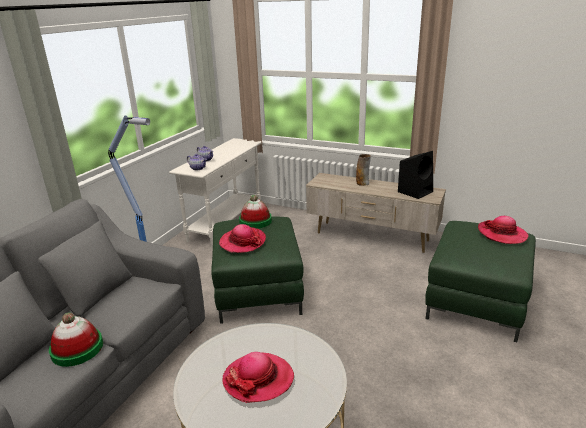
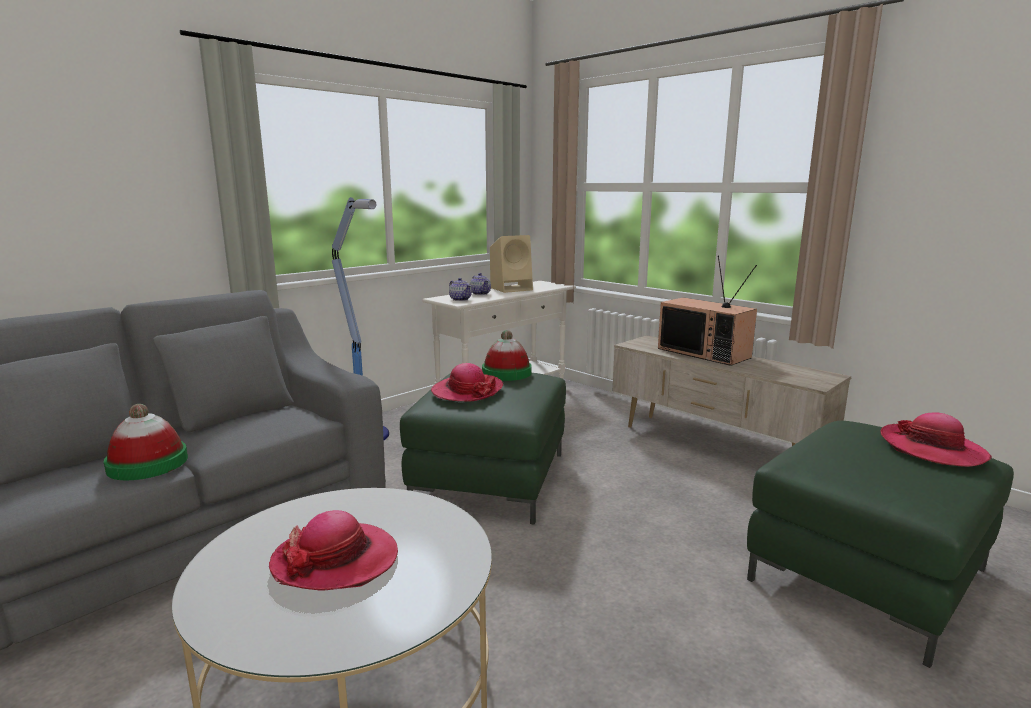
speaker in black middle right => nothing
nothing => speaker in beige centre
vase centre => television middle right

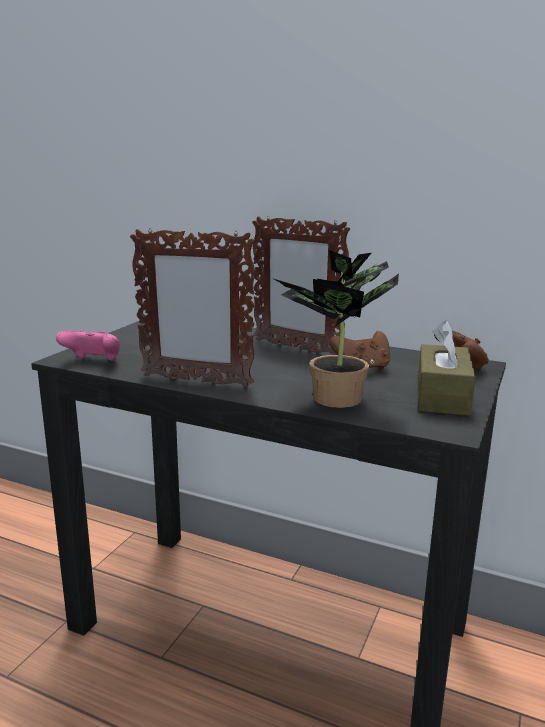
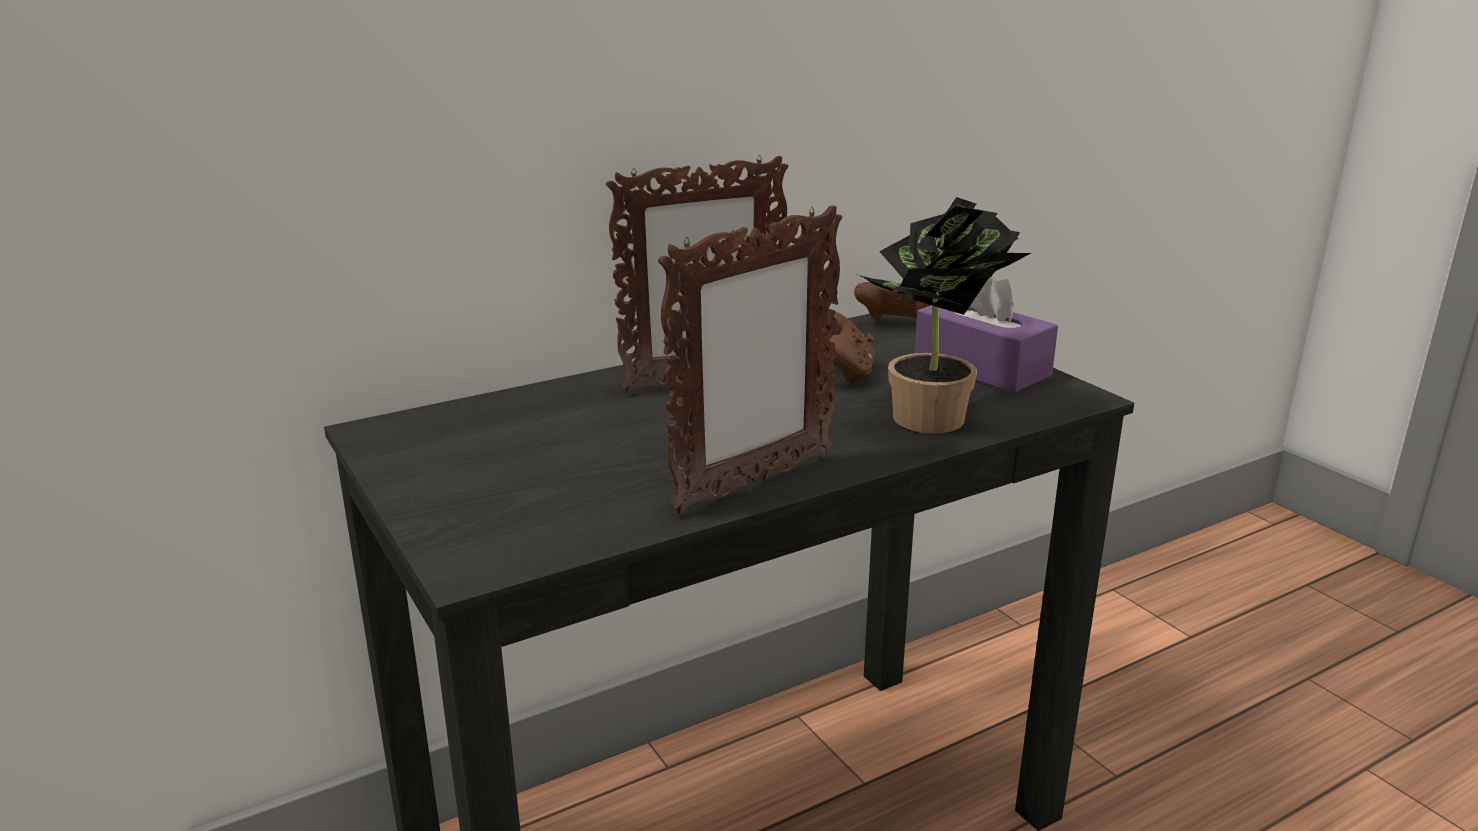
game controller in pink middle left => nothing
tissue box in brown middle right => tissue box in purple middle right

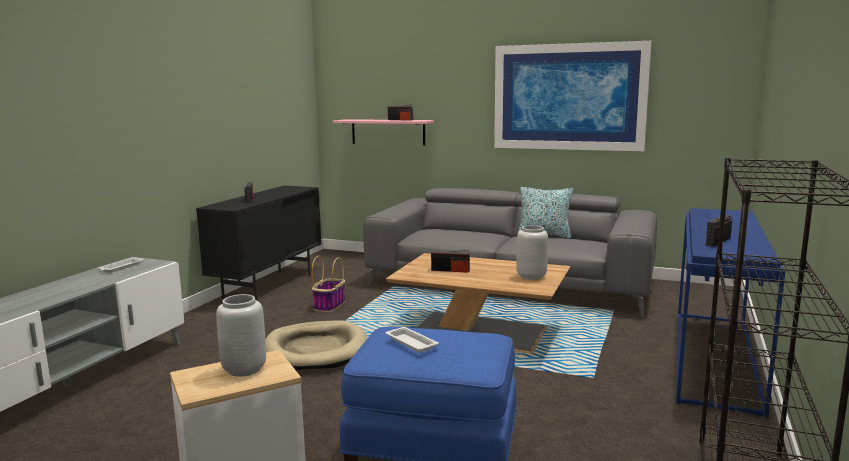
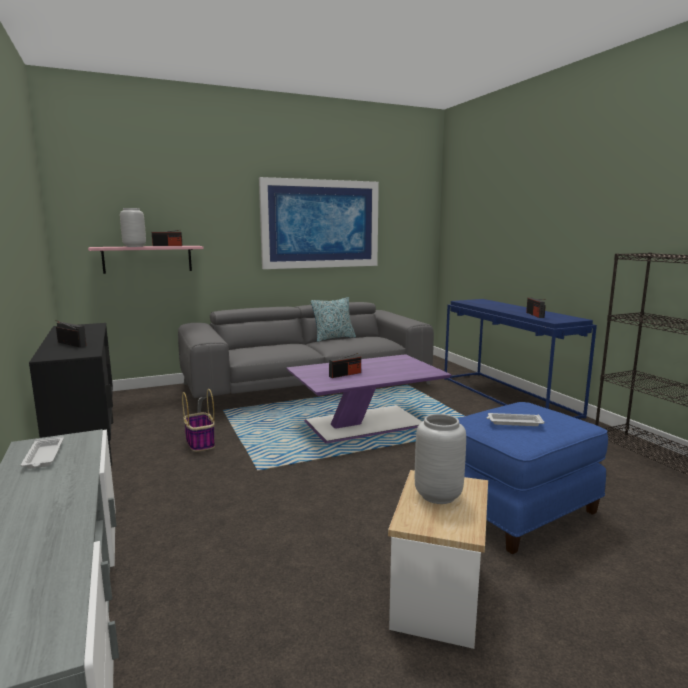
dog bed in beige bottom centre => nothing
vase in grey (no. 2 from left in the first image) centre => vase in grey (no. 1 from left) top left, relocated
coffee table in brown centre => coffee table in purple centre

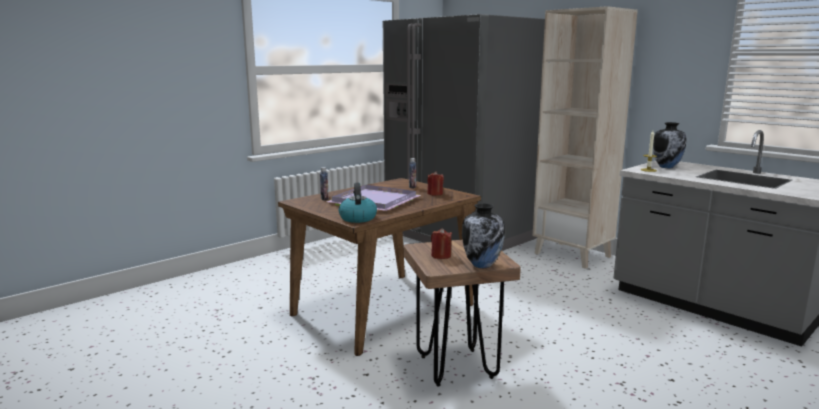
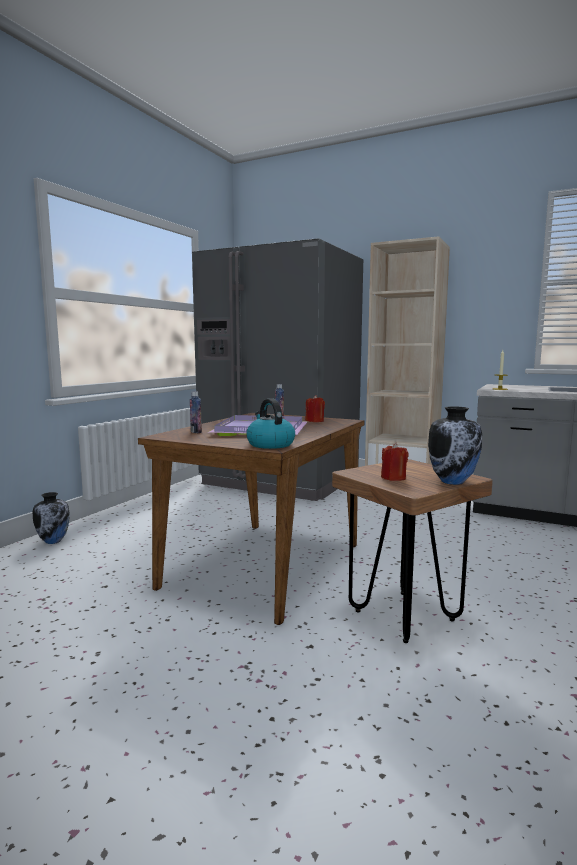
vase (no. 2 from left in the first image) middle right => vase (no. 1 from left) middle left, relocated

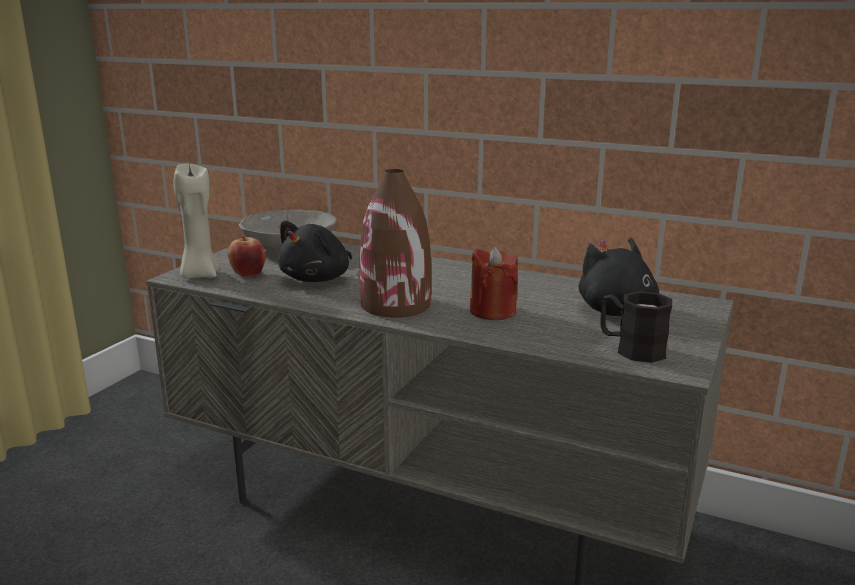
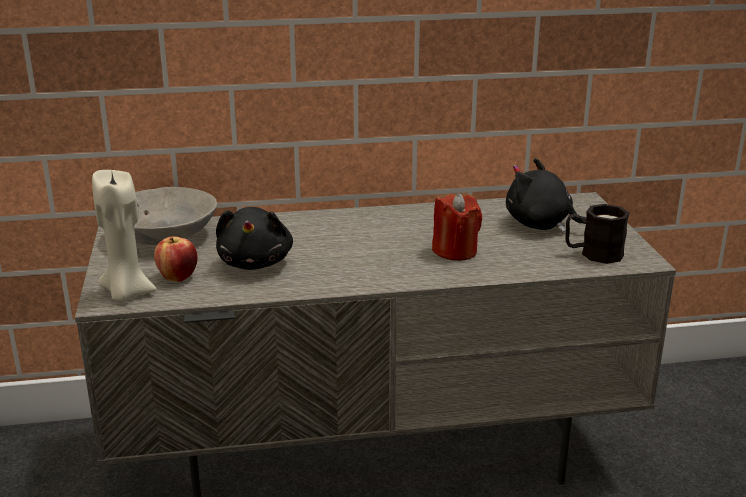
vase in brown centre => nothing

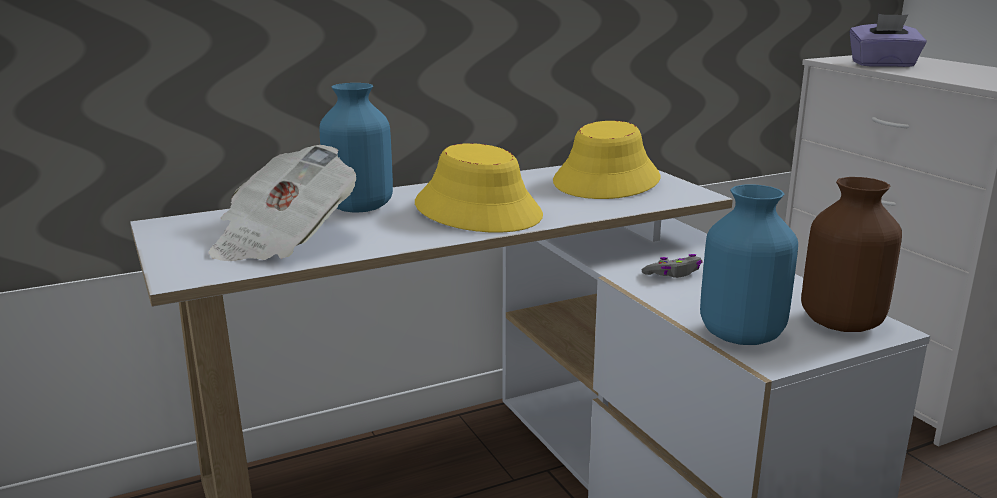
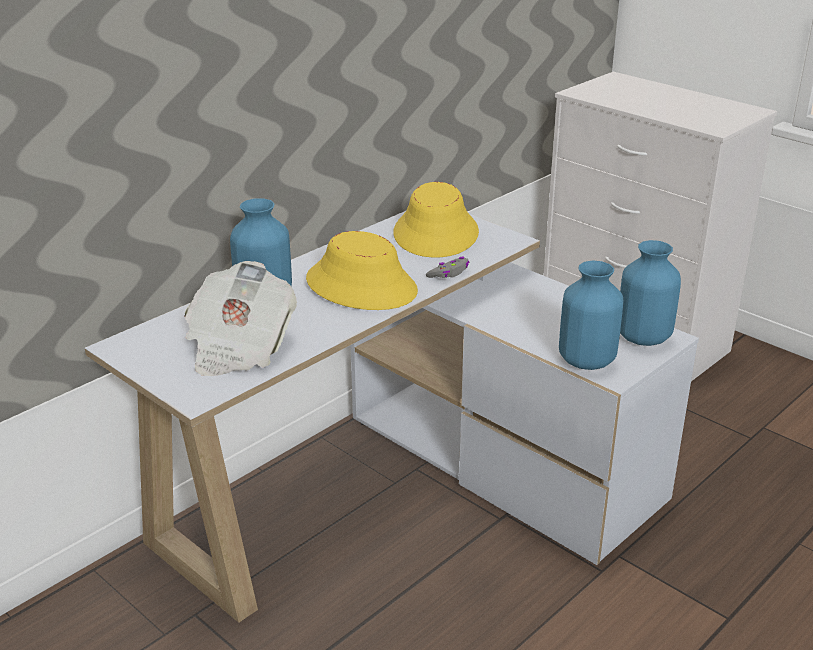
tissue box in purple top right => nothing
game controller in grey middle right => game controller in grey centre, relocated
vase in brown middle right => vase in blue (no. 3 from left) middle right

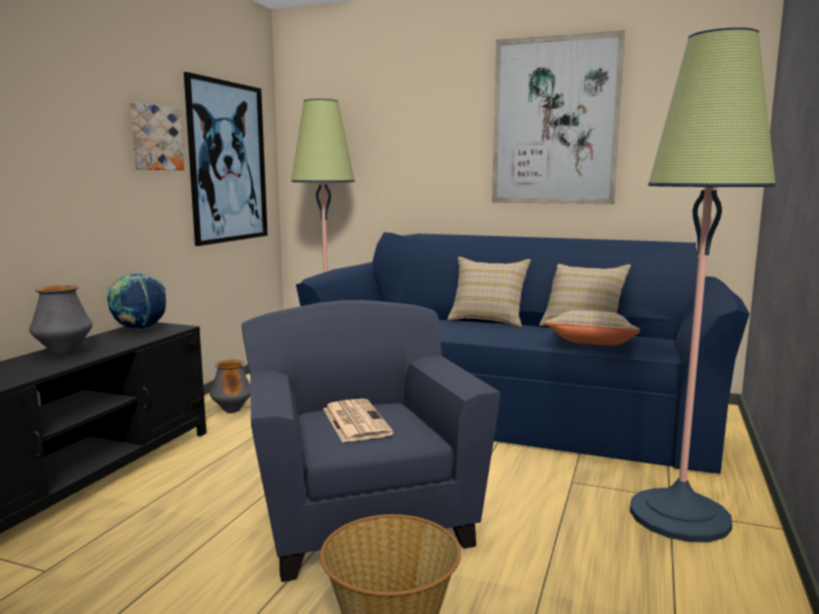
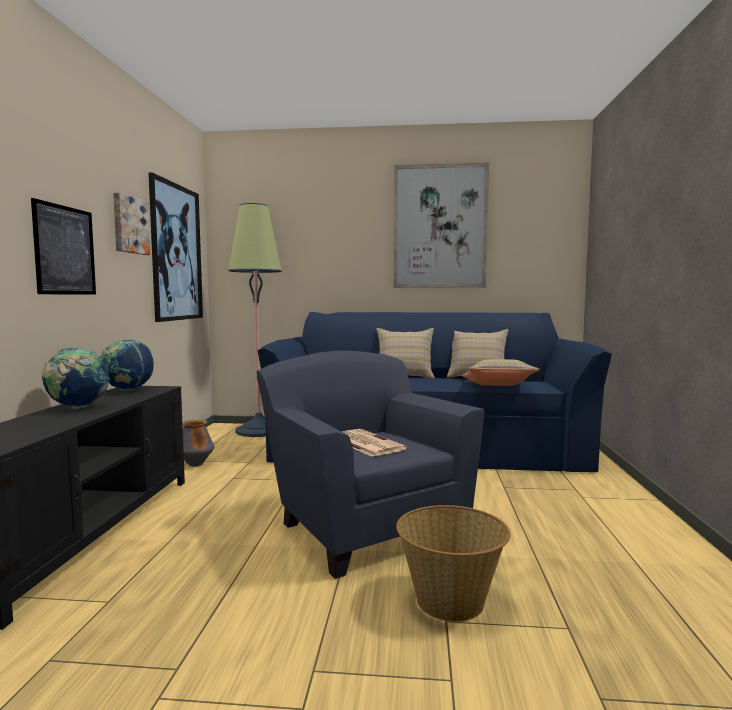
floor lamp (no. 2 from left) middle right => nothing
nothing => picture (no. 1 from left) middle left
vase (no. 1 from left) middle left => globe (no. 1 from left) middle left

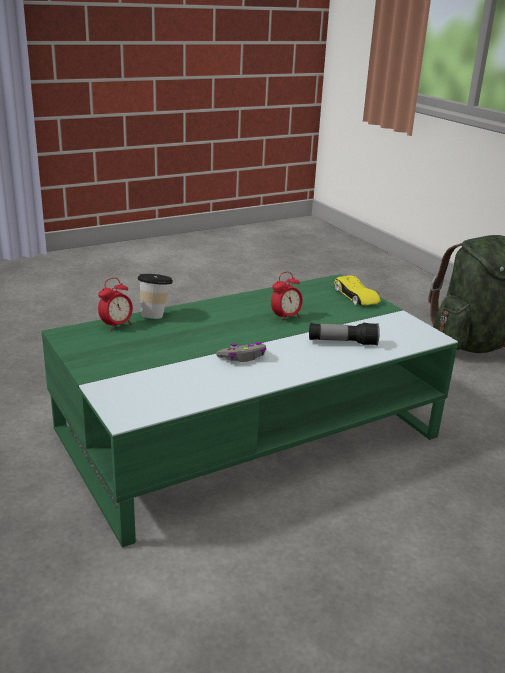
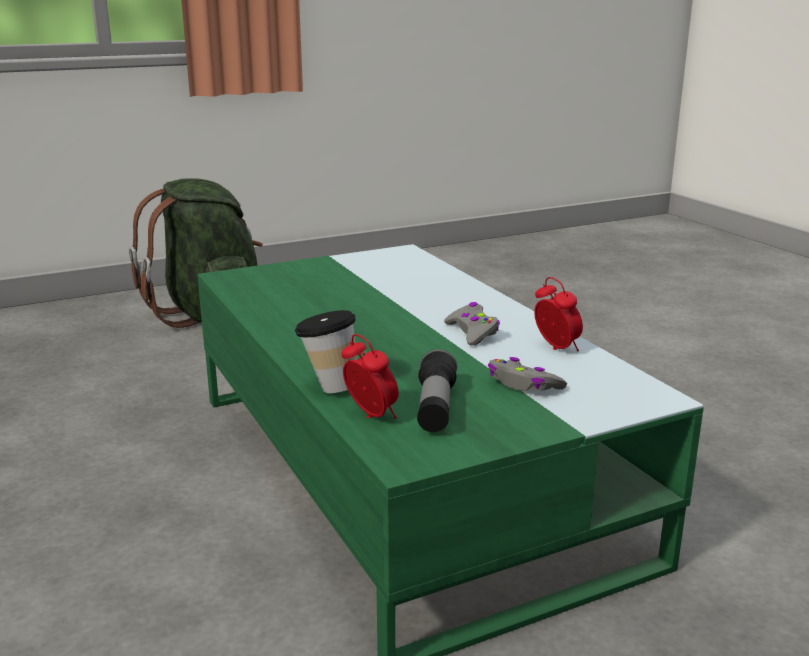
toy car in yellow middle right => nothing
nothing => game controller in grey (no. 2 from left) centre
alarm clock (no. 2 from left) centre => alarm clock (no. 2 from left) middle right, relocated
flashlight middle right => flashlight centre, relocated

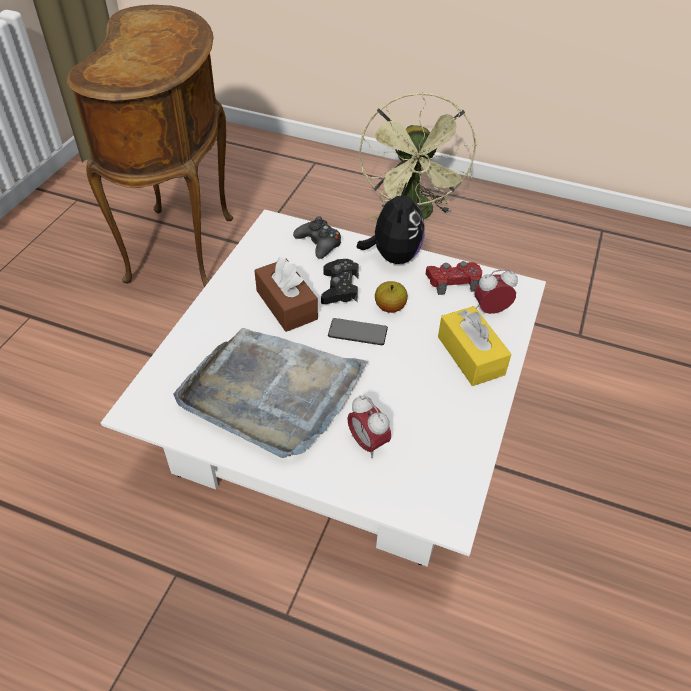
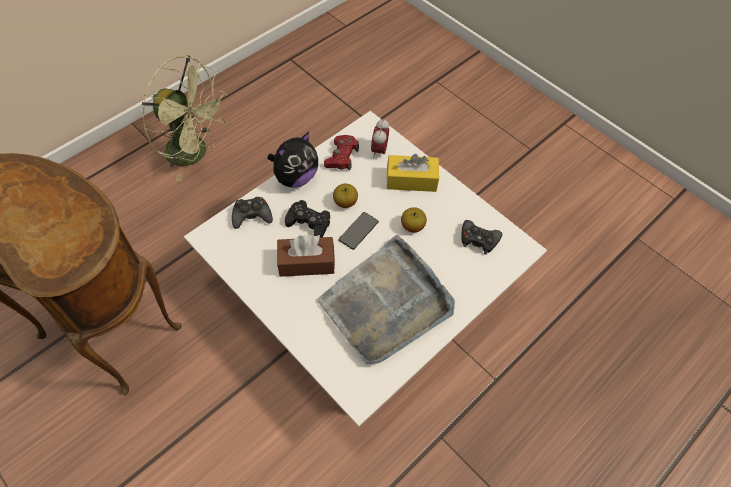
alarm clock (no. 1 from left) centre => nothing
nothing => apple (no. 2 from left) centre
nothing => game controller in black (no. 3 from left) centre
plush toy top centre, 105 degrees clockwise

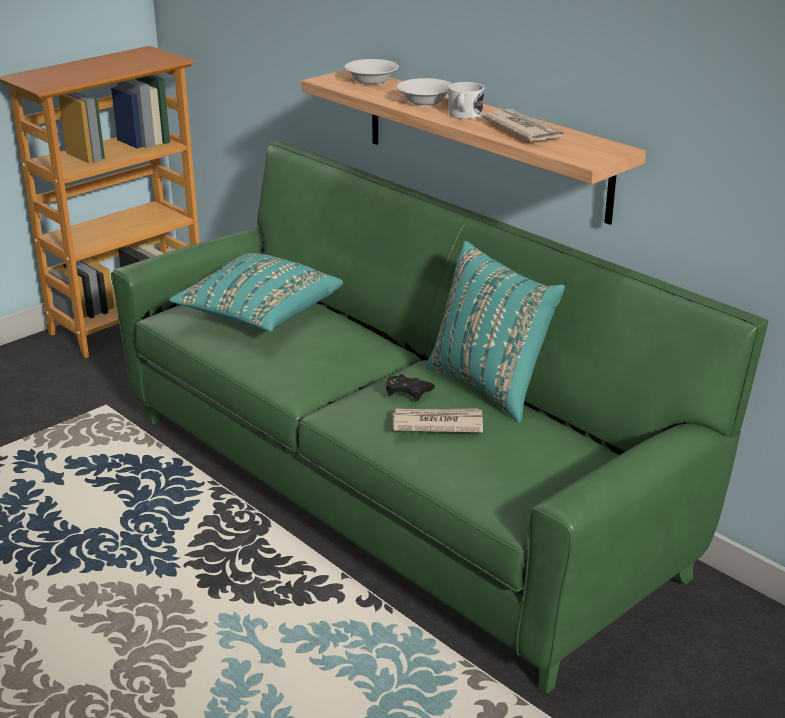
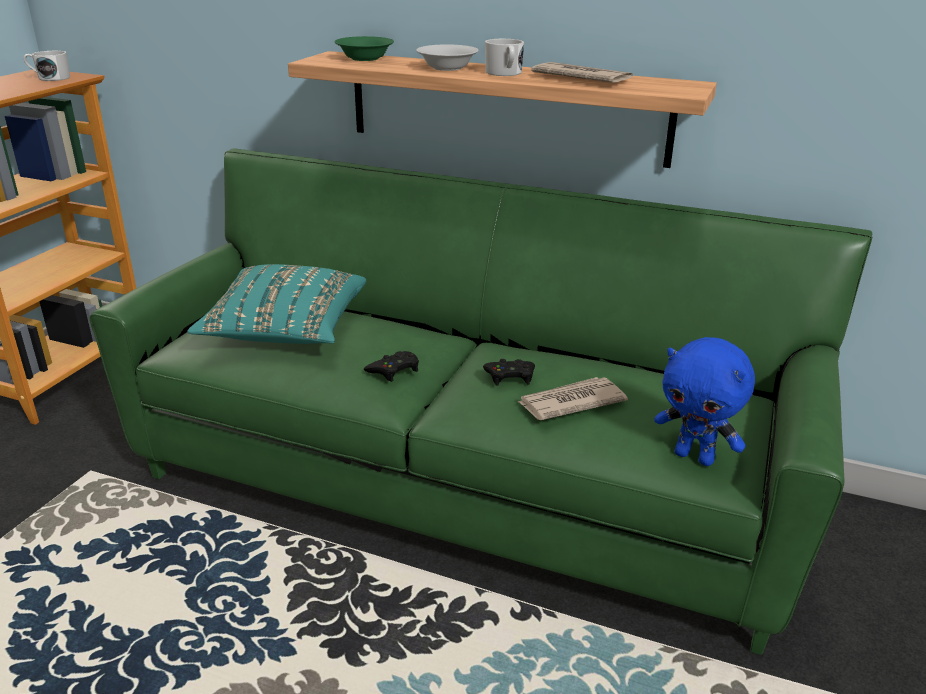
pillow in turquoise (no. 2 from left) centre => nothing
nothing => mug in white (no. 1 from left) top left
nothing => game controller in black (no. 1 from left) centre
nothing => plush toy in blue middle right
bowl in white (no. 1 from left) top centre => bowl in green top centre

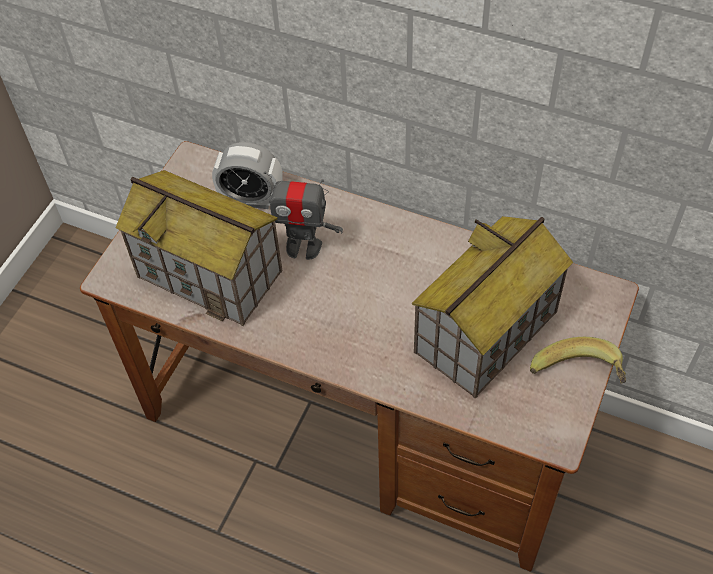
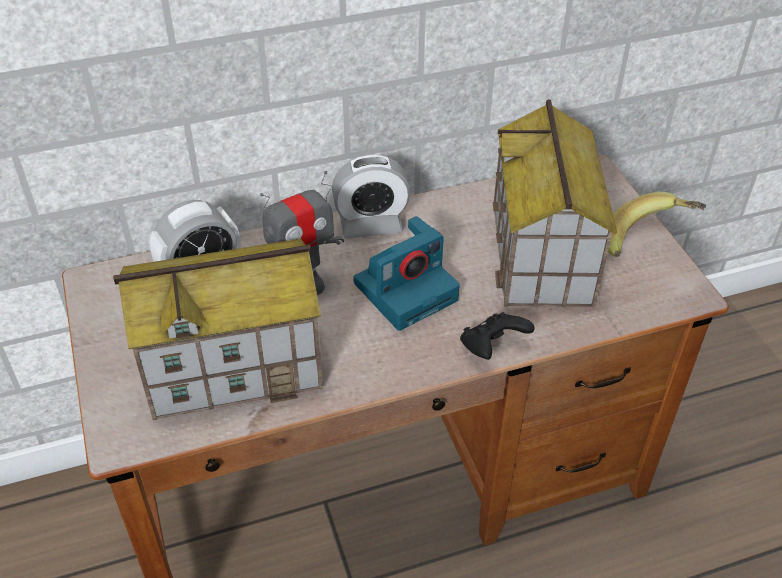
nothing => alarm clock (no. 2 from left) centre
nothing => photo camera centre
nothing => game controller in black centre

